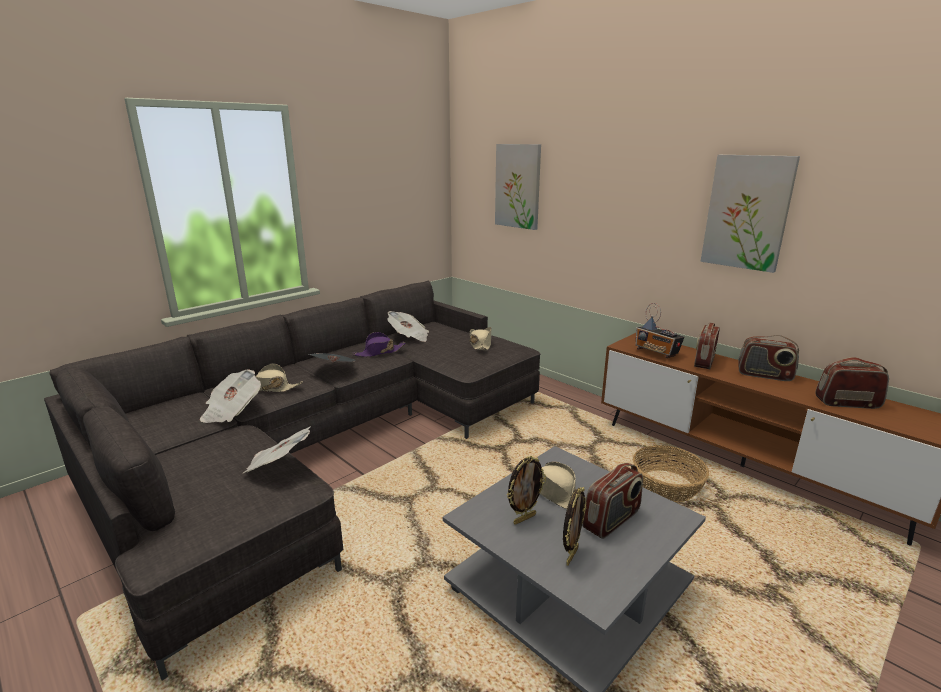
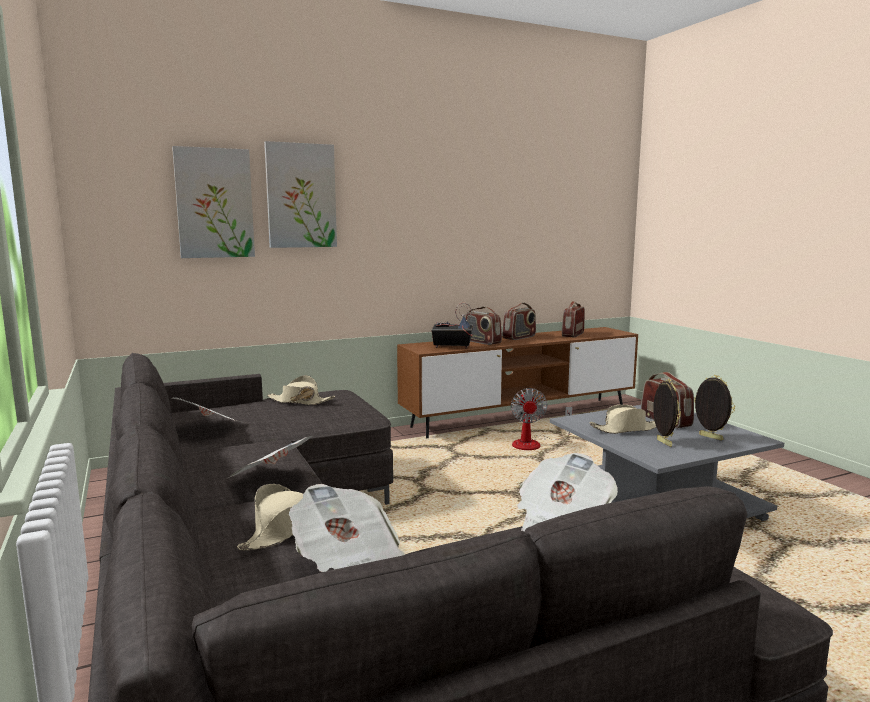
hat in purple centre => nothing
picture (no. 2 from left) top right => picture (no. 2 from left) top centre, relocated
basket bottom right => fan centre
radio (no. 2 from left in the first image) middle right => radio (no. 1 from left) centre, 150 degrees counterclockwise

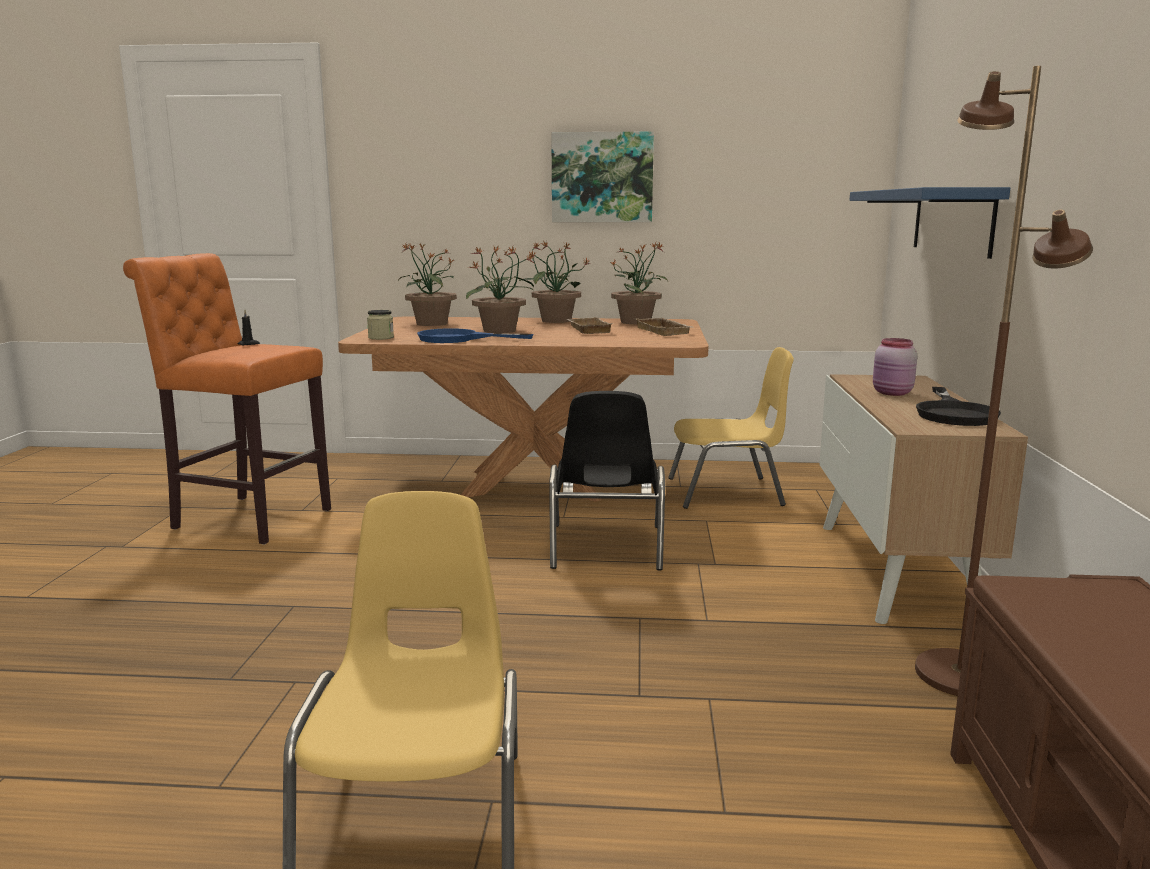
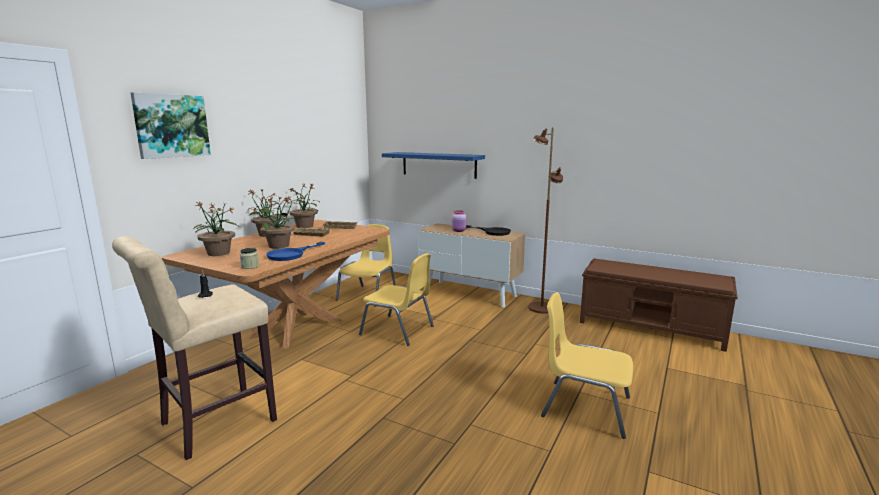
picture top centre => picture top left, relocated
stool in orange middle left => stool in beige bottom left
chair in black centre => chair in yellow (no. 2 from left) centre

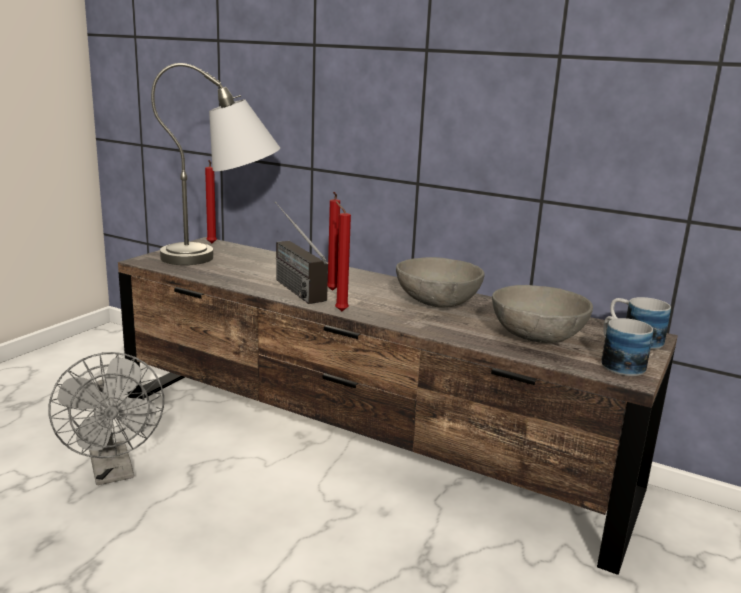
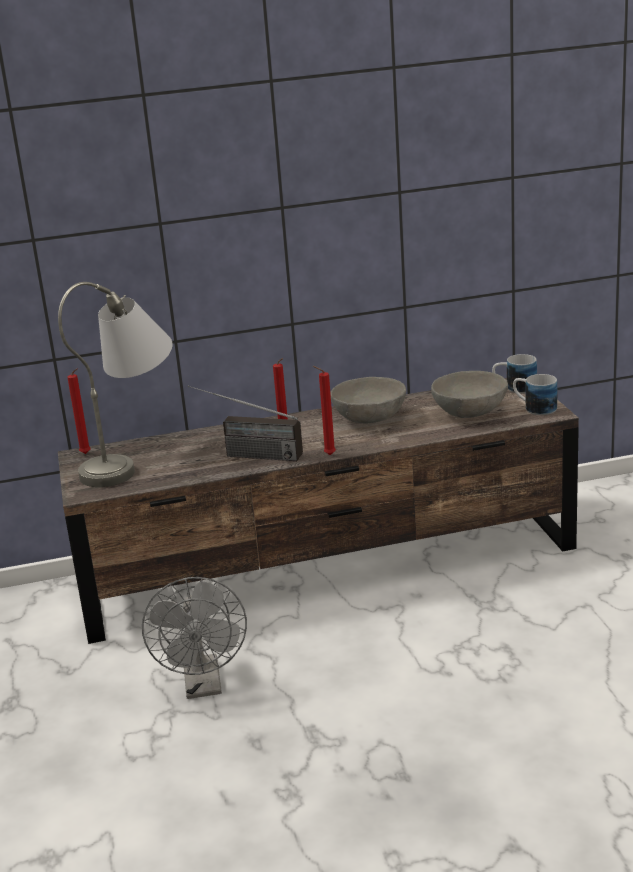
fan in grey bottom left, 60 degrees clockwise

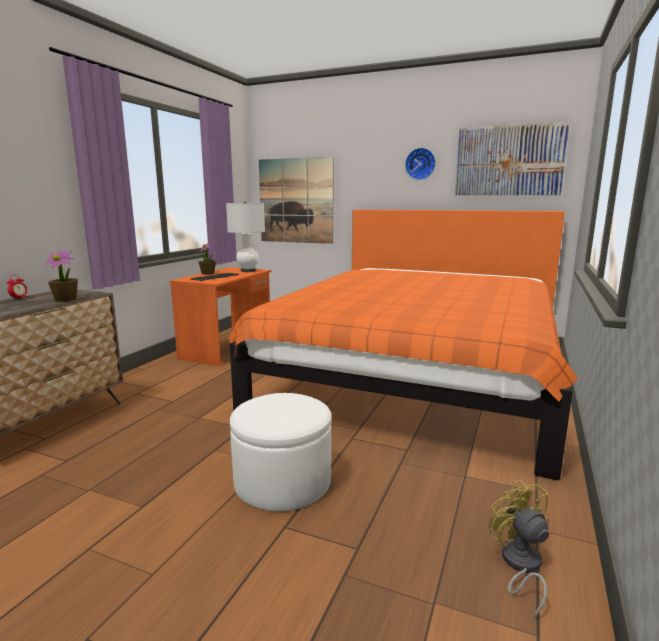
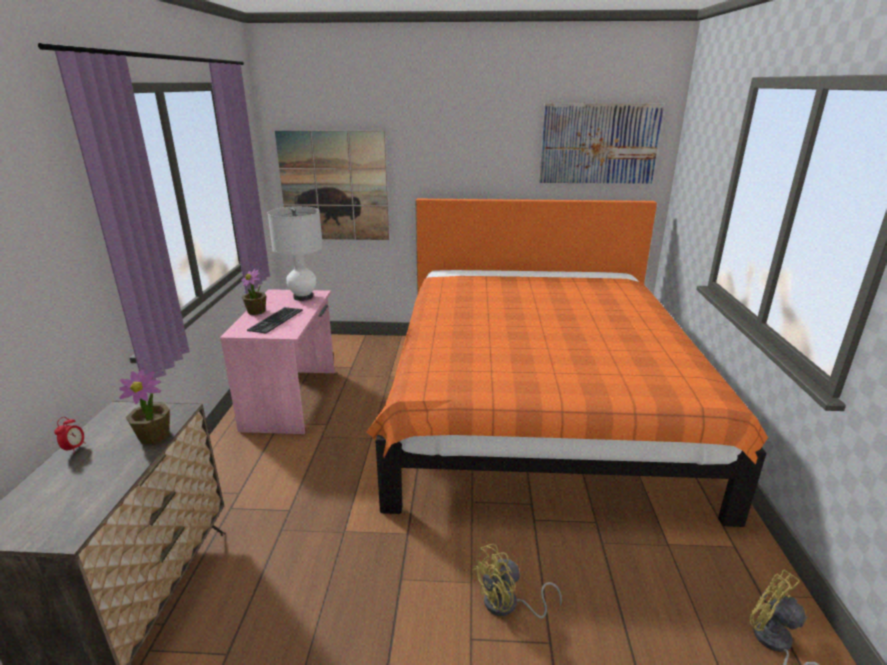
wall clock top centre => nothing
ottoman in white bottom centre => fan in yellow (no. 1 from left) bottom centre
desk in orange centre => desk in pink middle left

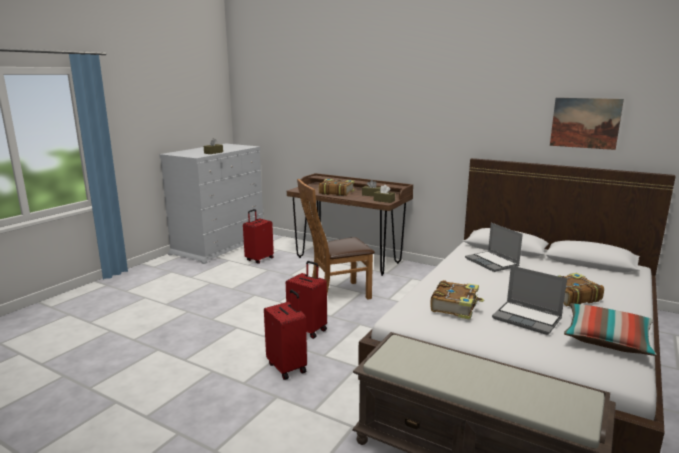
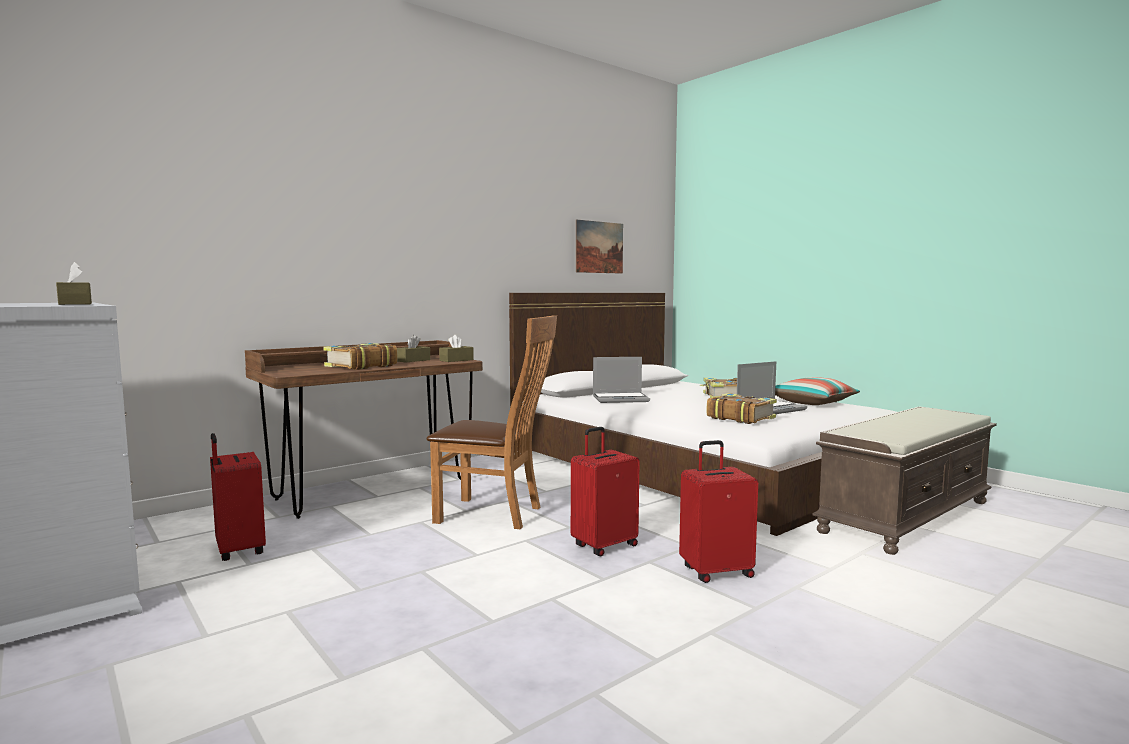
chair in brown centre, 75 degrees counterclockwise

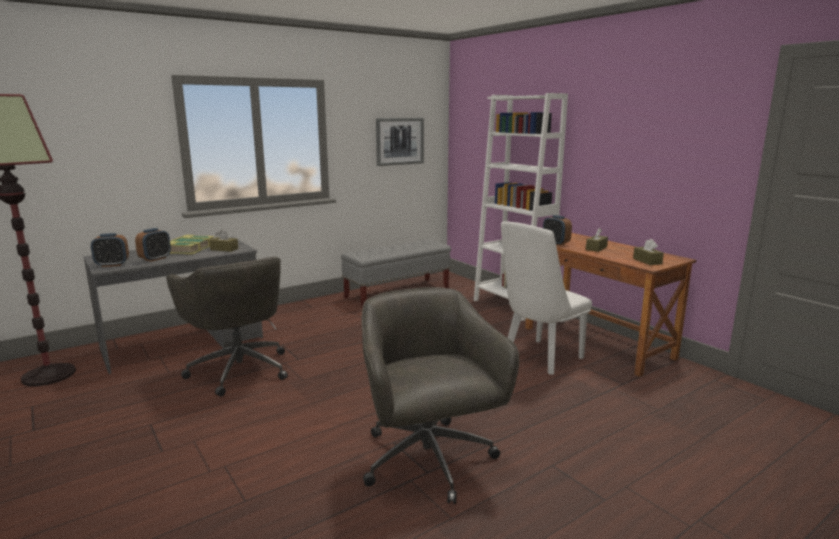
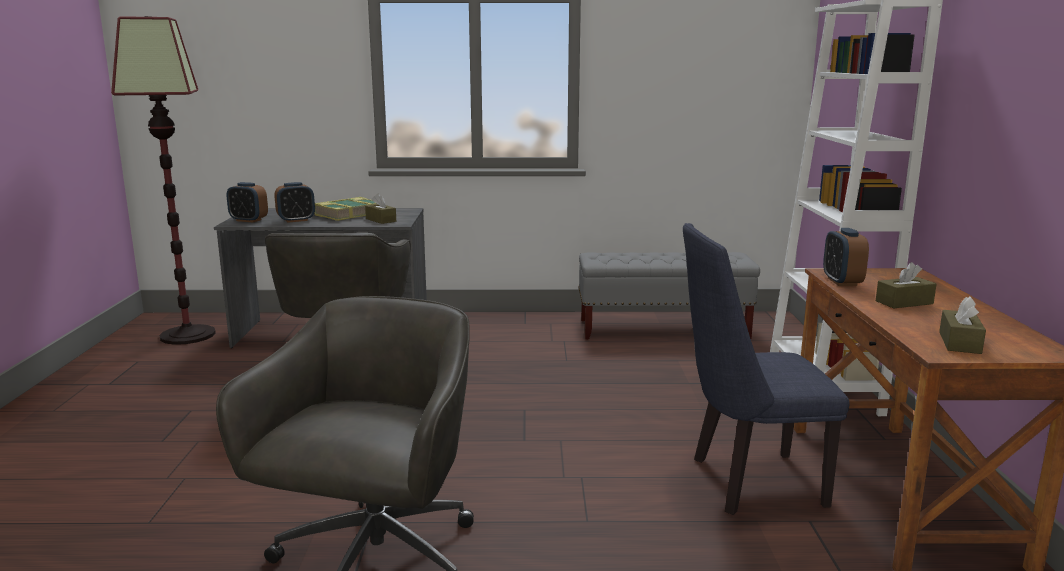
picture top centre => nothing
chair in white centre => chair in blue middle right

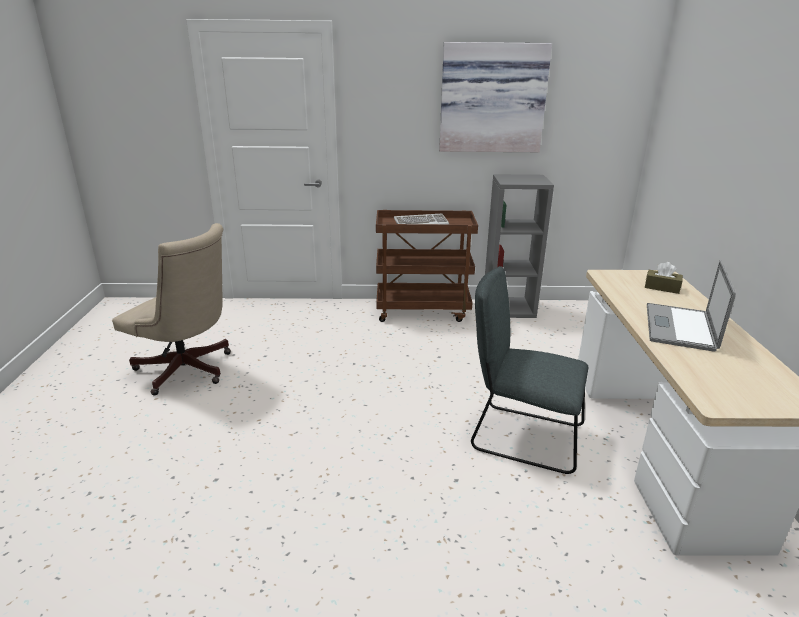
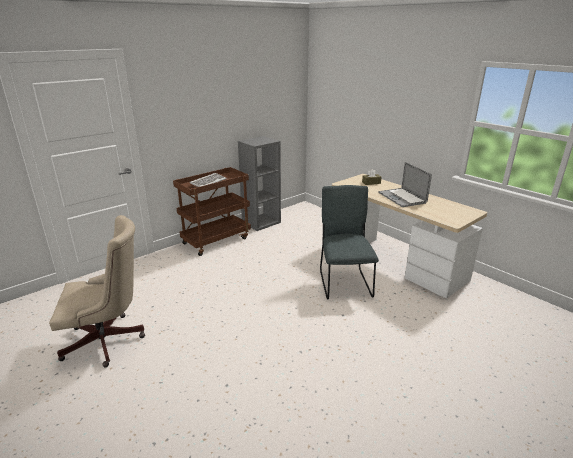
picture top centre => nothing
chair in grey centre, 105 degrees clockwise

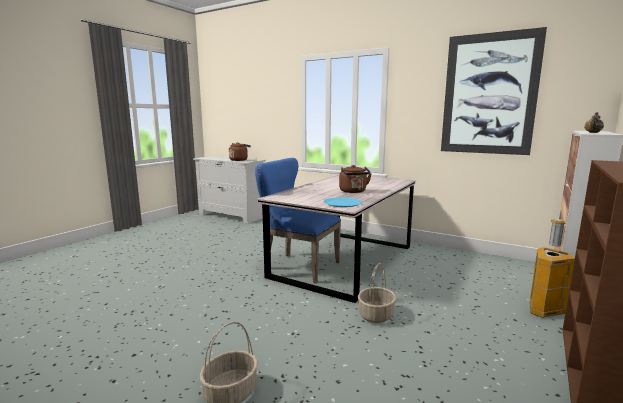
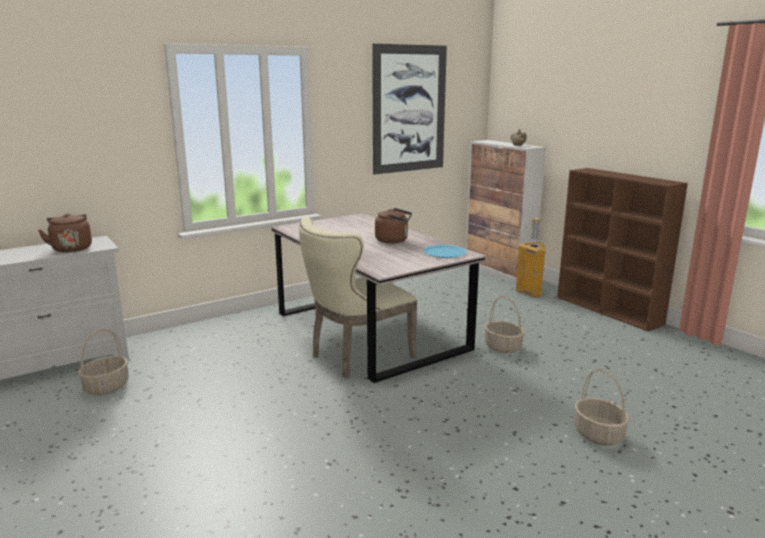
nothing => basket (no. 1 from left) bottom left
chair in blue centre => chair in beige centre

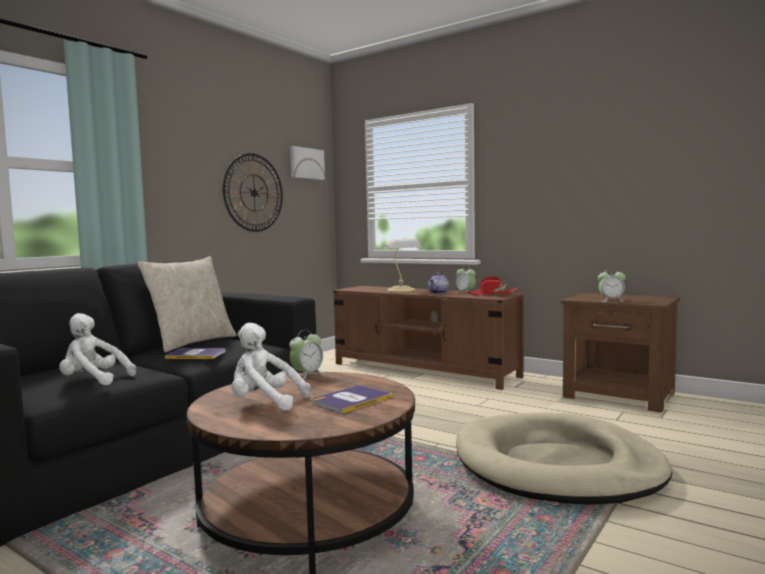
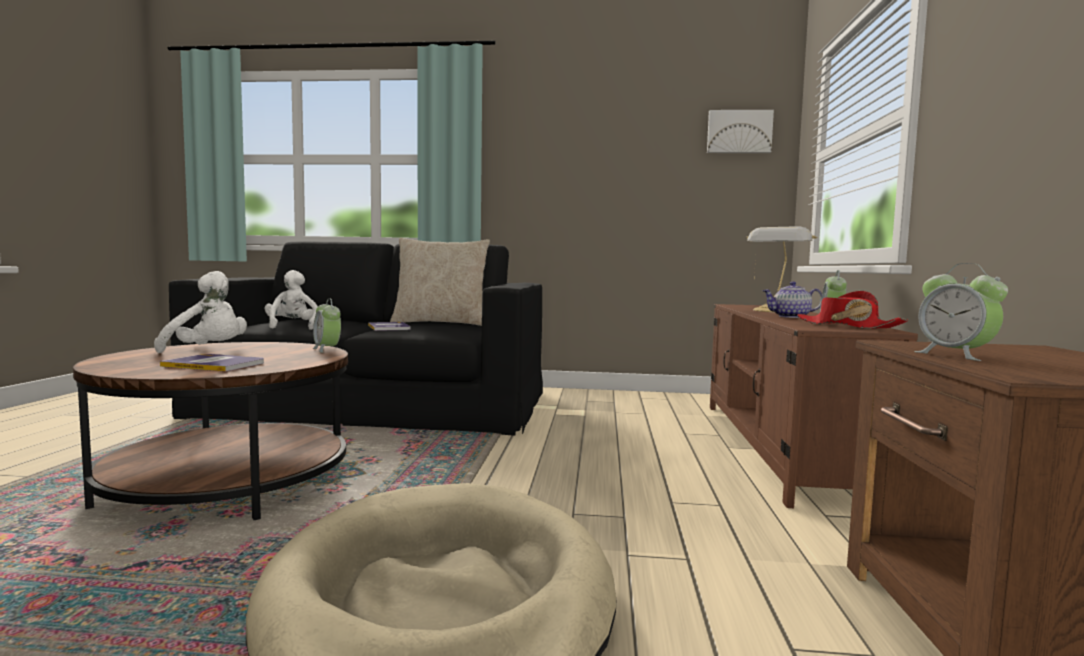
wall clock middle left => nothing
plush toy in white (no. 2 from left in the first image) centre => plush toy in white (no. 1 from left) middle left, 120 degrees clockwise
alarm clock (no. 1 from left) centre => alarm clock (no. 1 from left) middle left, 45 degrees clockwise

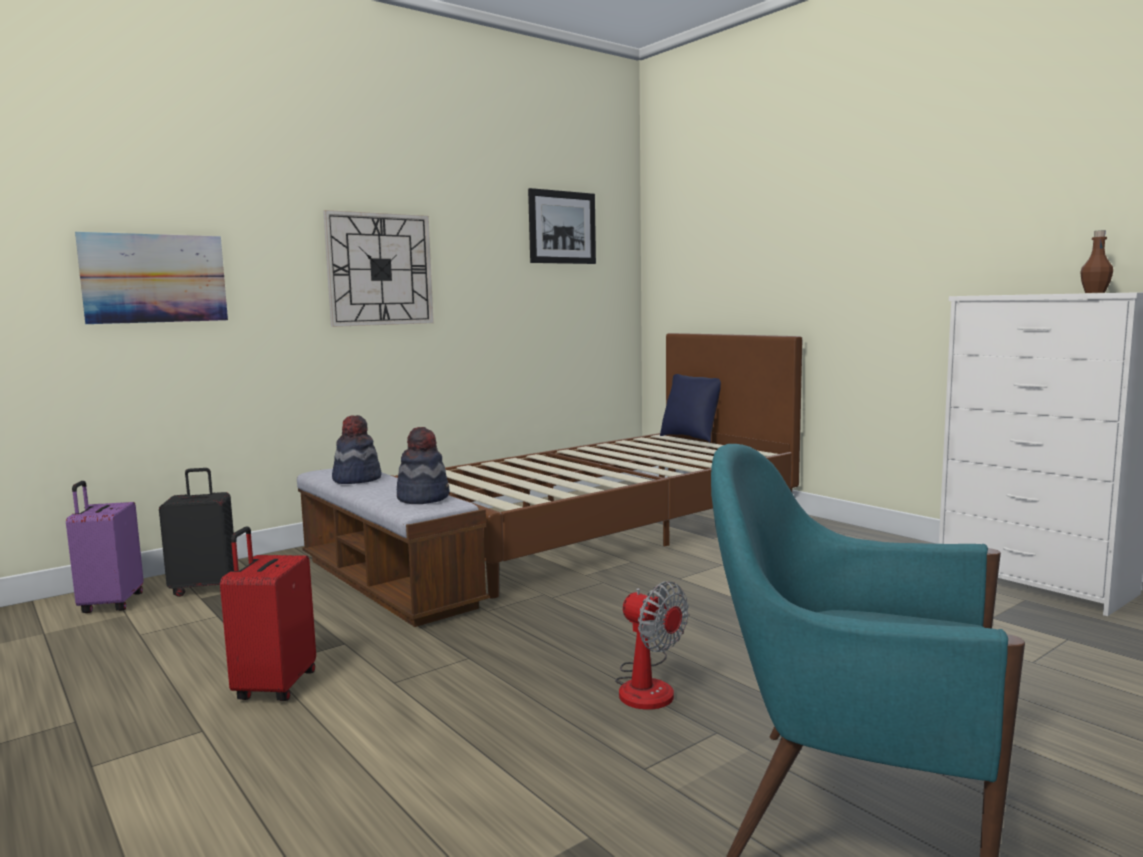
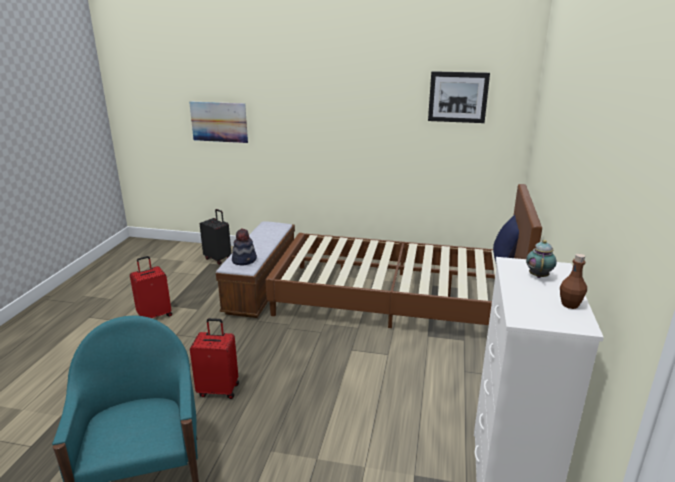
suitcase in purple middle left => nothing
wall clock top left => nothing
hat (no. 1 from left) middle left => nothing
nothing => teapot middle right
fan bottom centre => suitcase in red (no. 2 from left) bottom left

